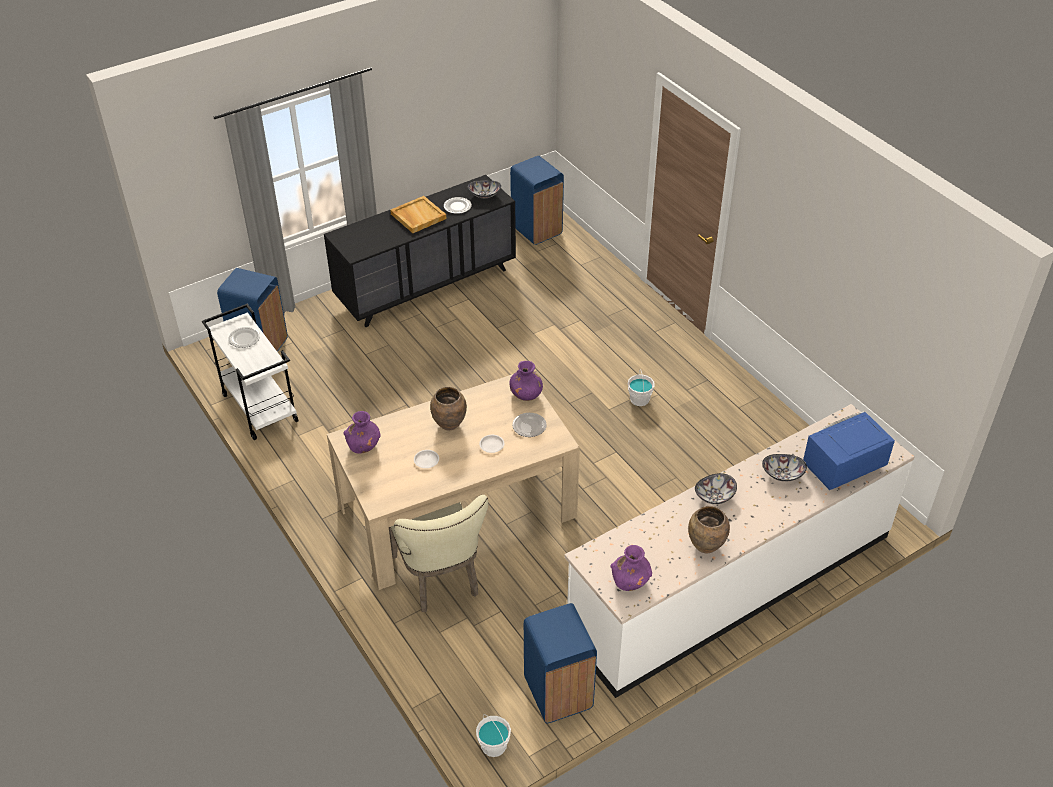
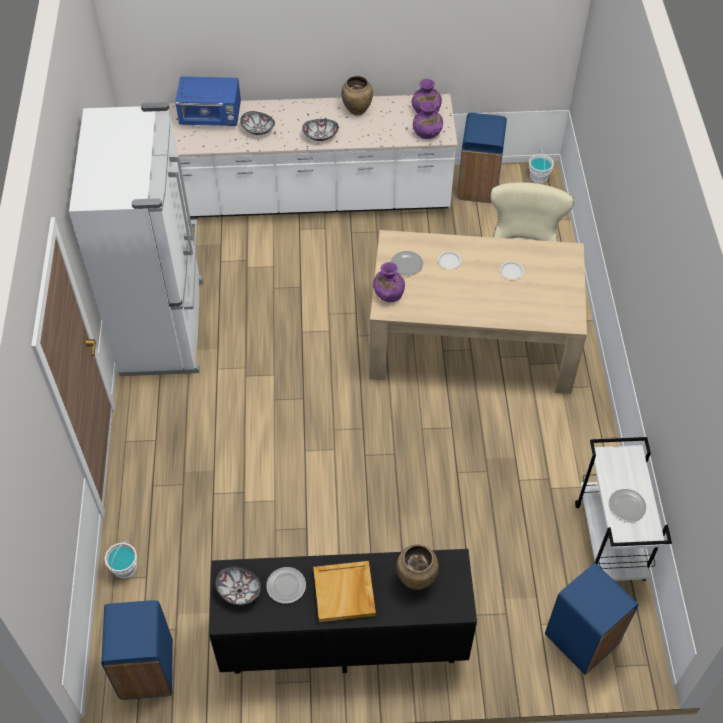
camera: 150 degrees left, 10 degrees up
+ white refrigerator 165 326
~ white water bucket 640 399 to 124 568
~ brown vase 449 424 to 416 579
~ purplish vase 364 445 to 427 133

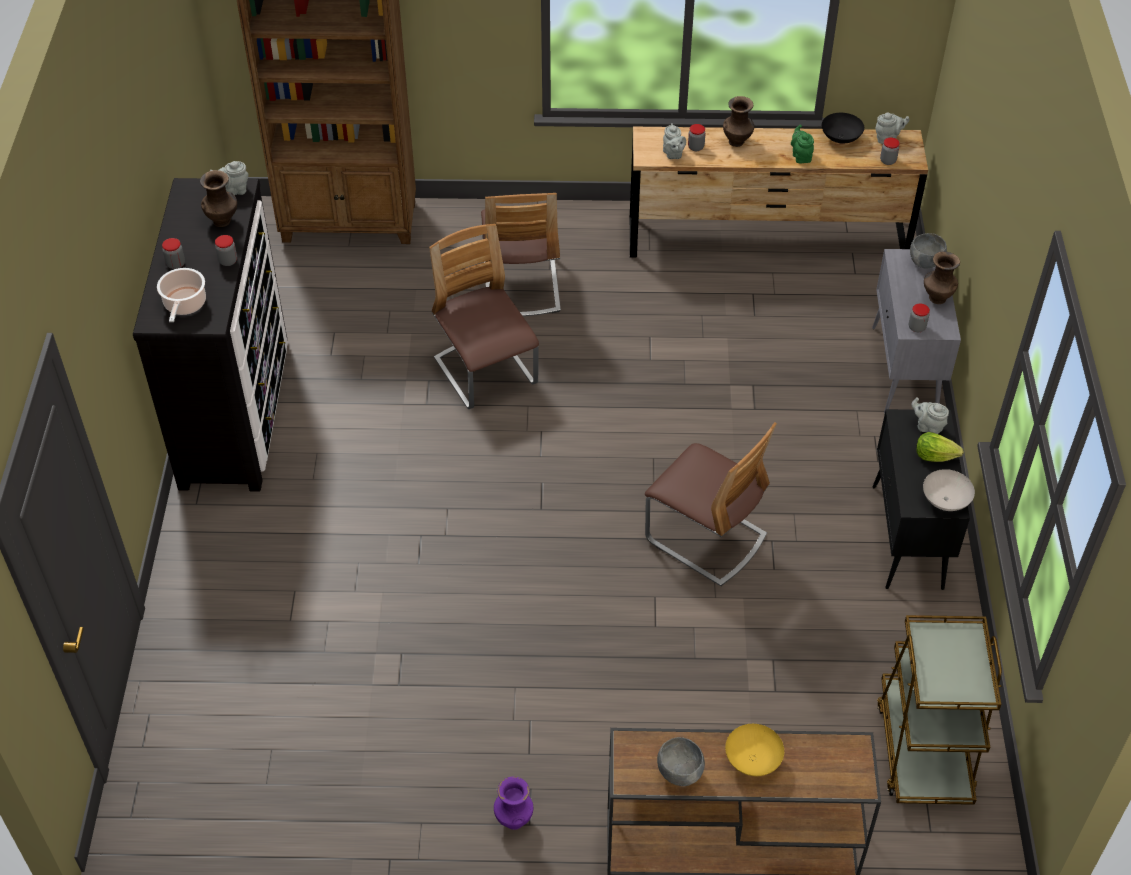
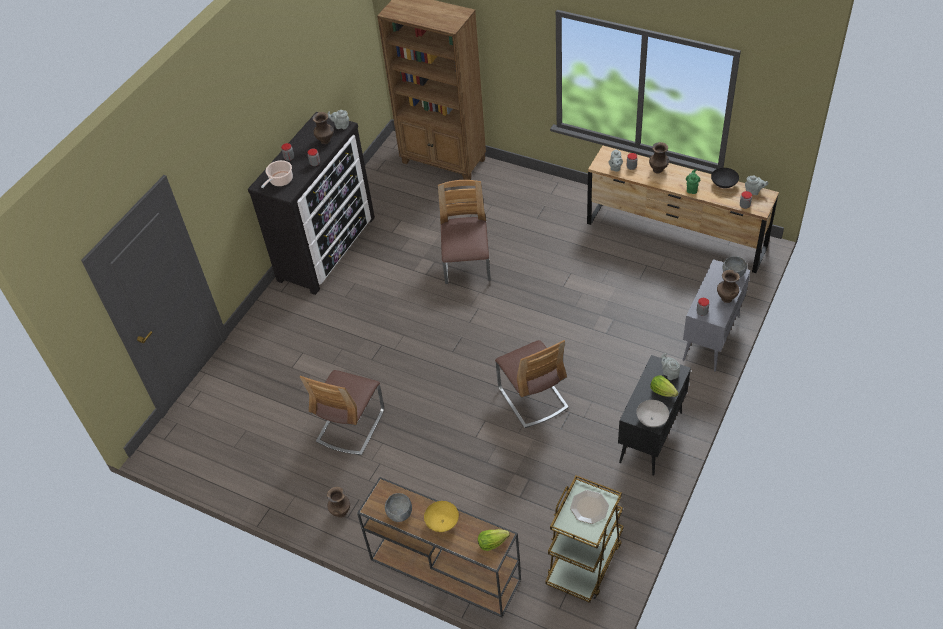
camera: 30 degrees right, 0 degrees up
~ plain chair 521 285 to 350 426
~ purplish vase 513 819 to brown vase 341 512
+ lettuce head 492 543
+ flat dish 589 507

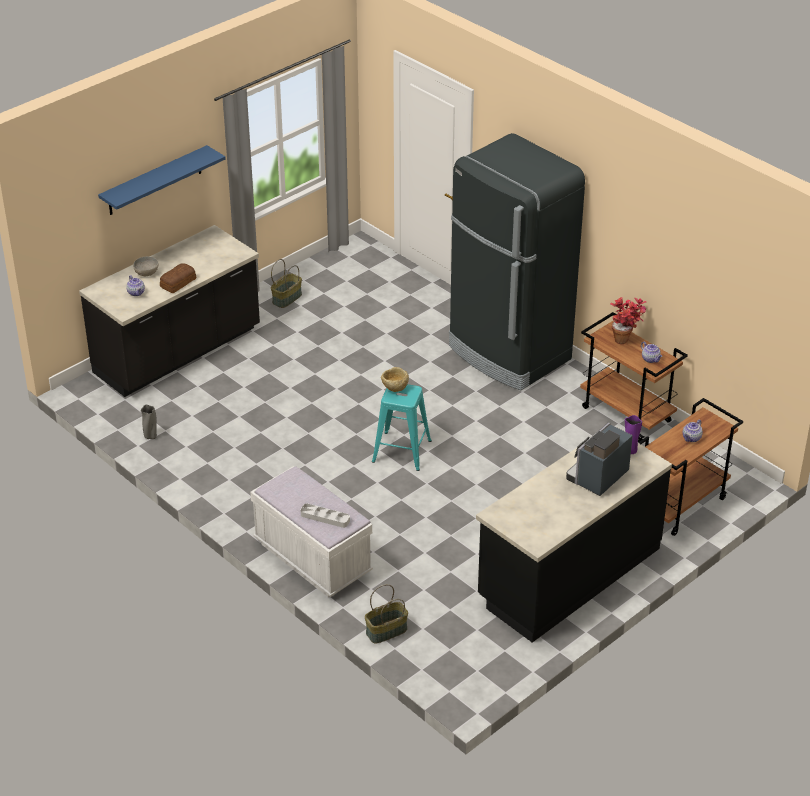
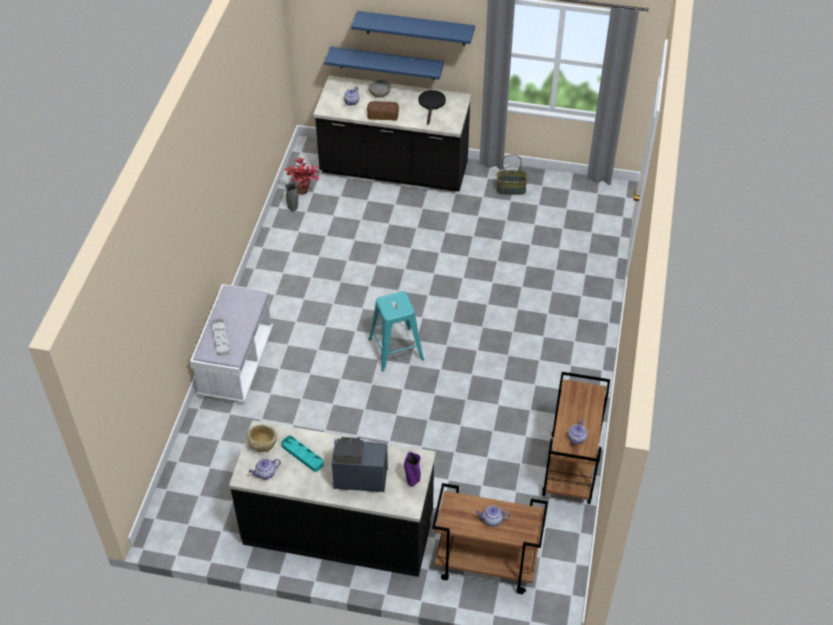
camera: 55 degrees right, 10 degrees up
~ beige-coloured deep dish 394 388 to 263 445
+ tea pot 265 473
+ turquoise-coloured carrying tray 302 455
~ plant in a pot 626 340 to 305 193
+ blue-coloured wall shelf 387 63
+ black skillet 431 104
- basket 386 632
- black refrigerator 508 354

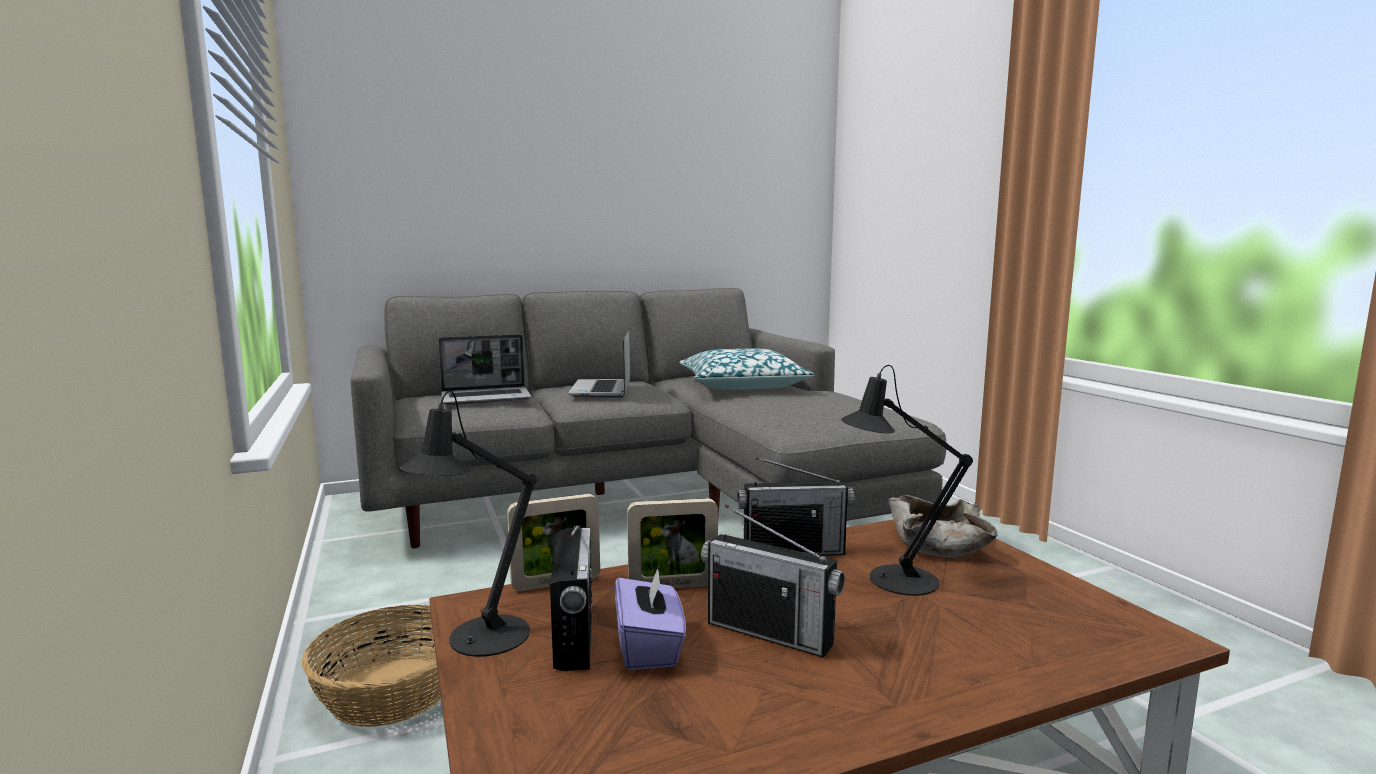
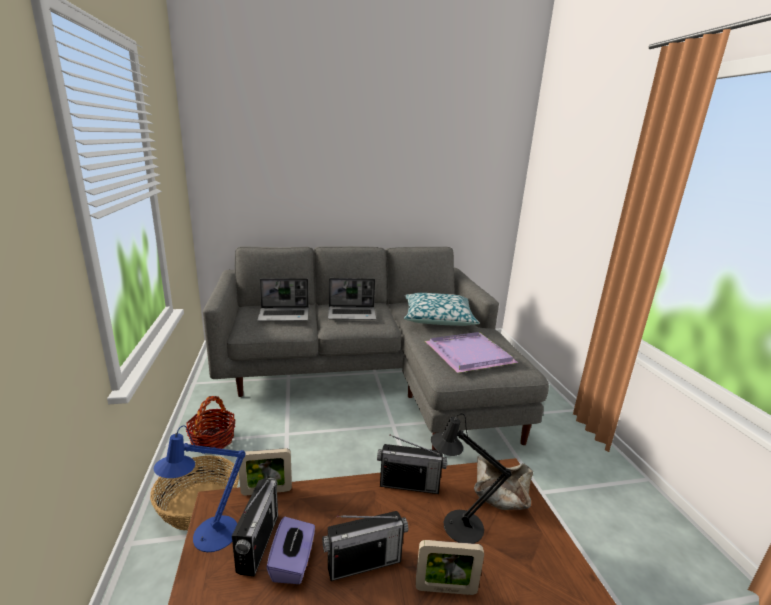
camera: 10 degrees right, 10 degrees up
~ black tabletop lamp 480 640 to blue-coloured tabletop lamp 209 537
+ basket 212 440
~ radio receiver 770 633 = 364 563 60 degrees counterclockwise
~ portable computer 602 390 = 352 314 105 degrees counterclockwise
~ standing frame 673 586 to 445 589
+ purplish carrying tray 467 354

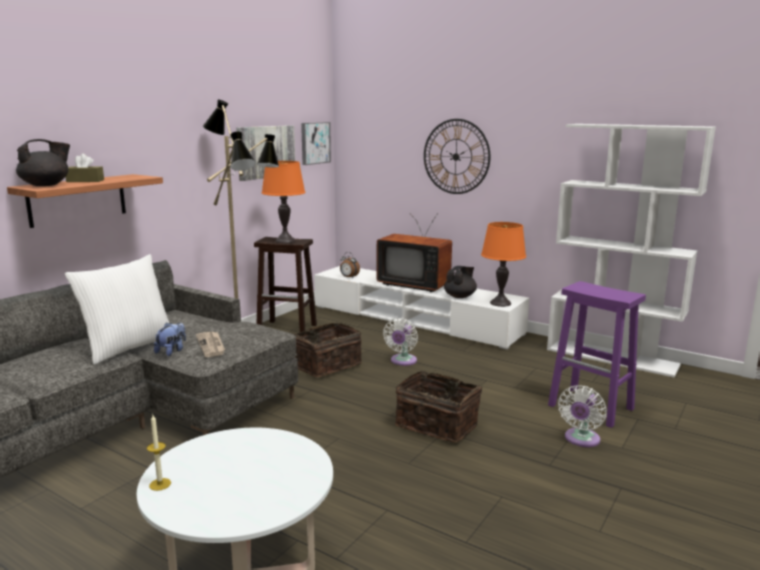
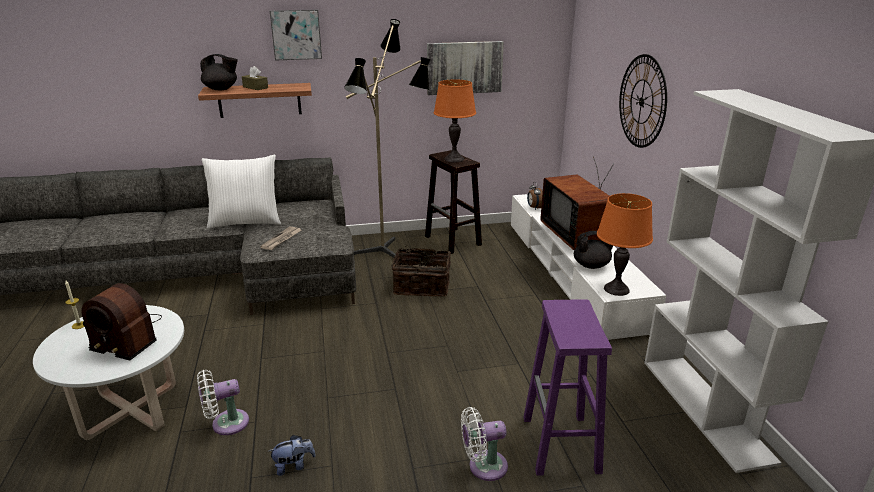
camera: 45 degrees right, 10 degrees up
+ radio receiver 126 337
~ white electric fan 402 361 to 226 423
~ plush toy 172 351 to 293 466
~ wall picture 314 143 to 296 34
- basket 437 425

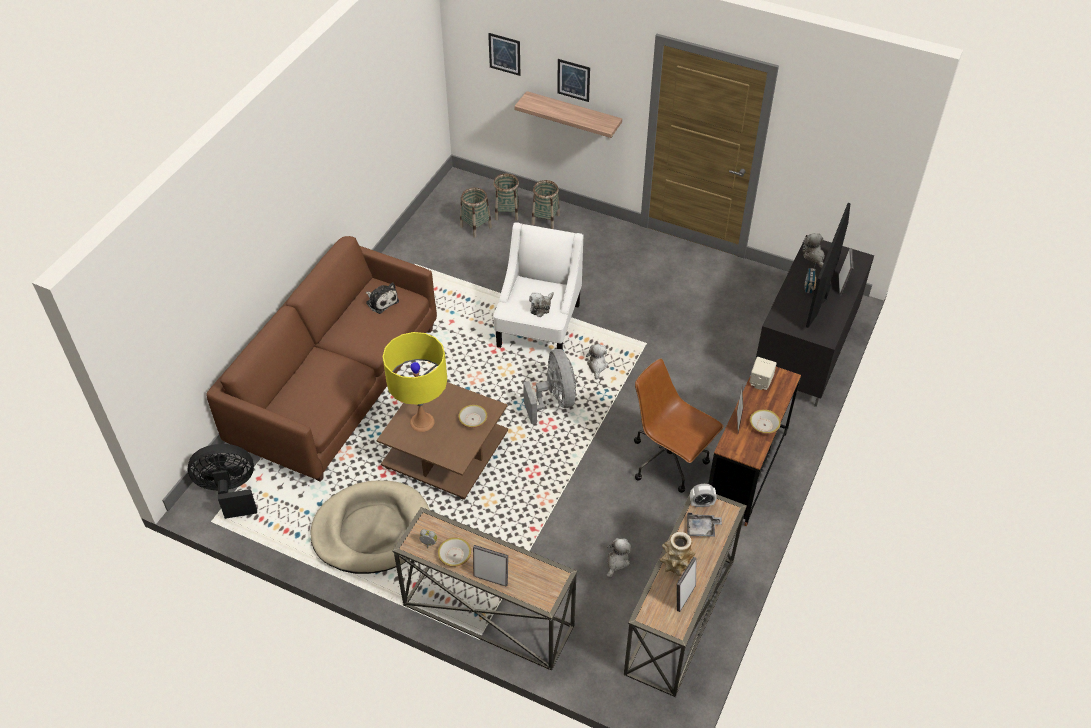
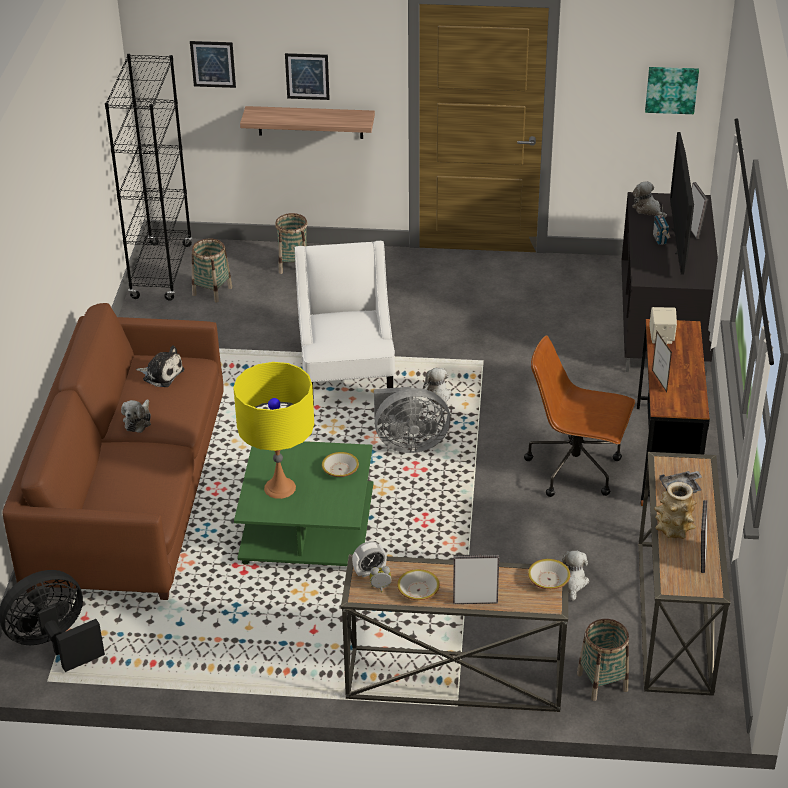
camera: 20 degrees left, 10 degrees down
+ black shelving unit 161 271
~ plush toy 541 307 to 138 421
~ brown lounge table 445 451 to greenish lounge table 306 527
~ bedside clock 701 503 to 369 571
~ greyish electric fan 554 400 = 408 443 120 degrees clockwise
~ deep dish 764 425 to 549 580
~ basket 506 212 to 602 682
+ wall picture 671 89
- beige-coloured pet bed 372 530

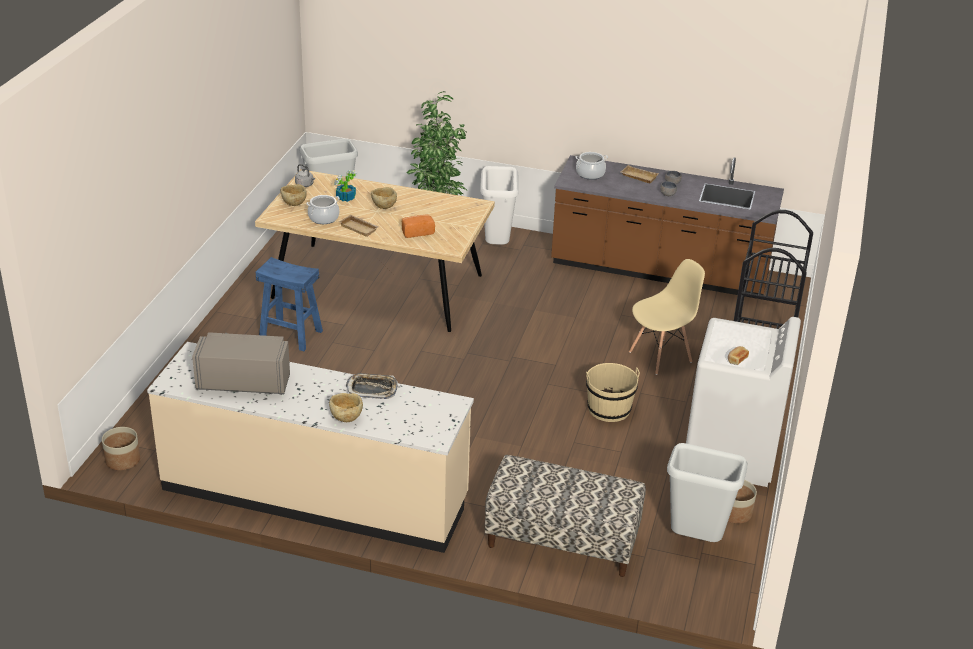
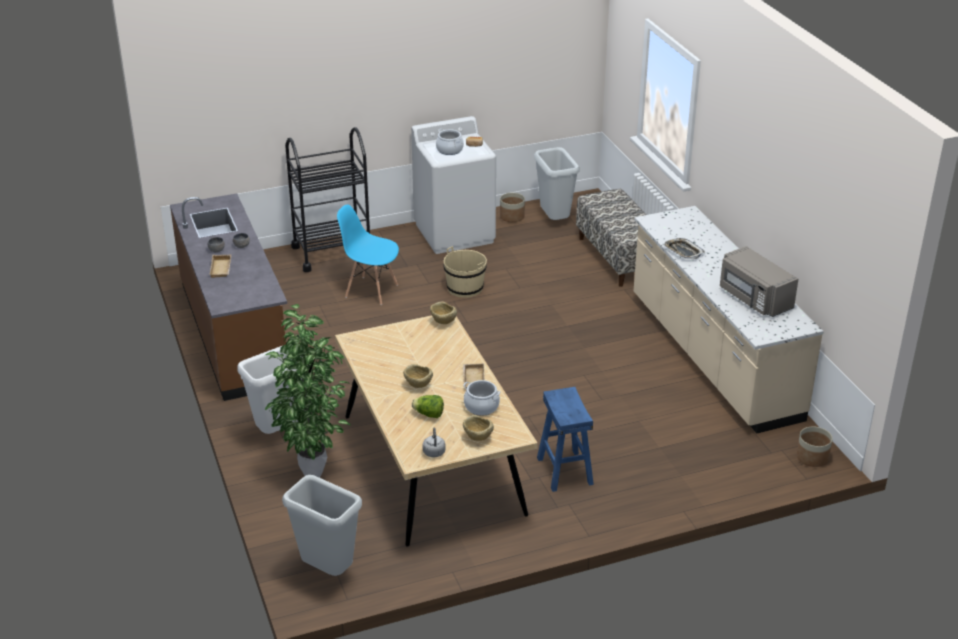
camera: 125 degrees left, 0 degrees up
~ beige-coloured plain chair 661 357 to blue-coloured plain chair 371 290
~ plant in a pot 345 198 to lettuce head 429 414
~ beige-coloured deep dish 346 417 to 443 322
~ stockpot 590 174 to 449 150
- bakery bread 417 232

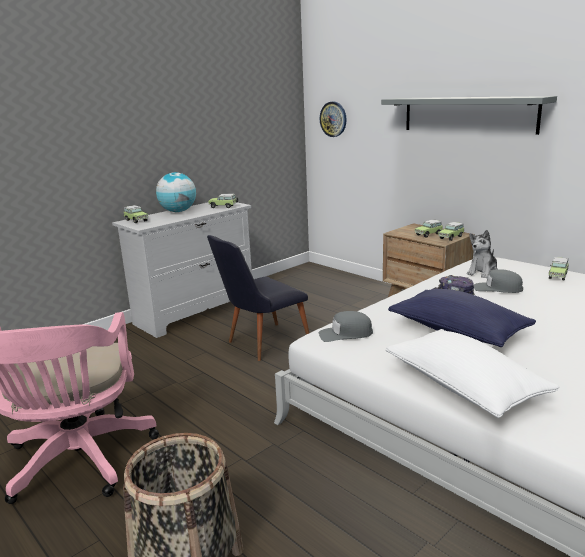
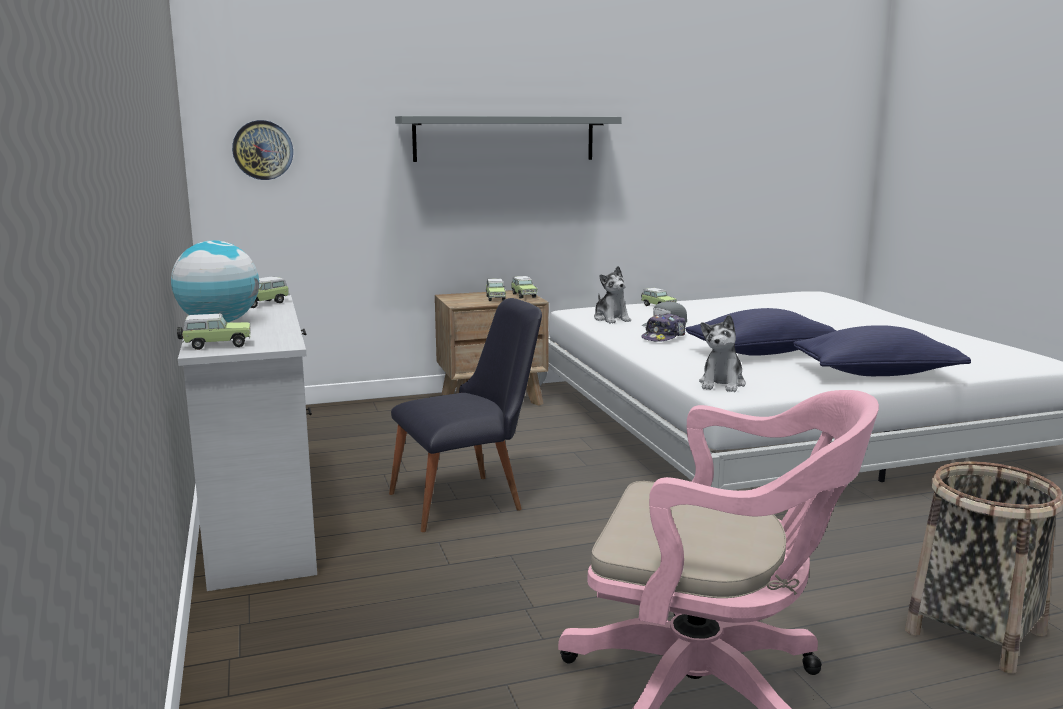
camera: 65 degrees left, 5 degrees down
~ black plain chair 261 344 = 468 500 105 degrees counterclockwise
~ greyish baseball cap 345 334 to plush toy 722 384
~ white cushion 464 387 to blue-coloured cushion 876 373

